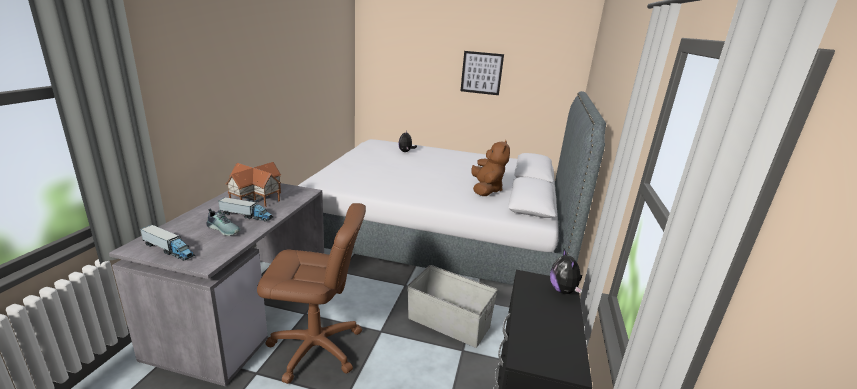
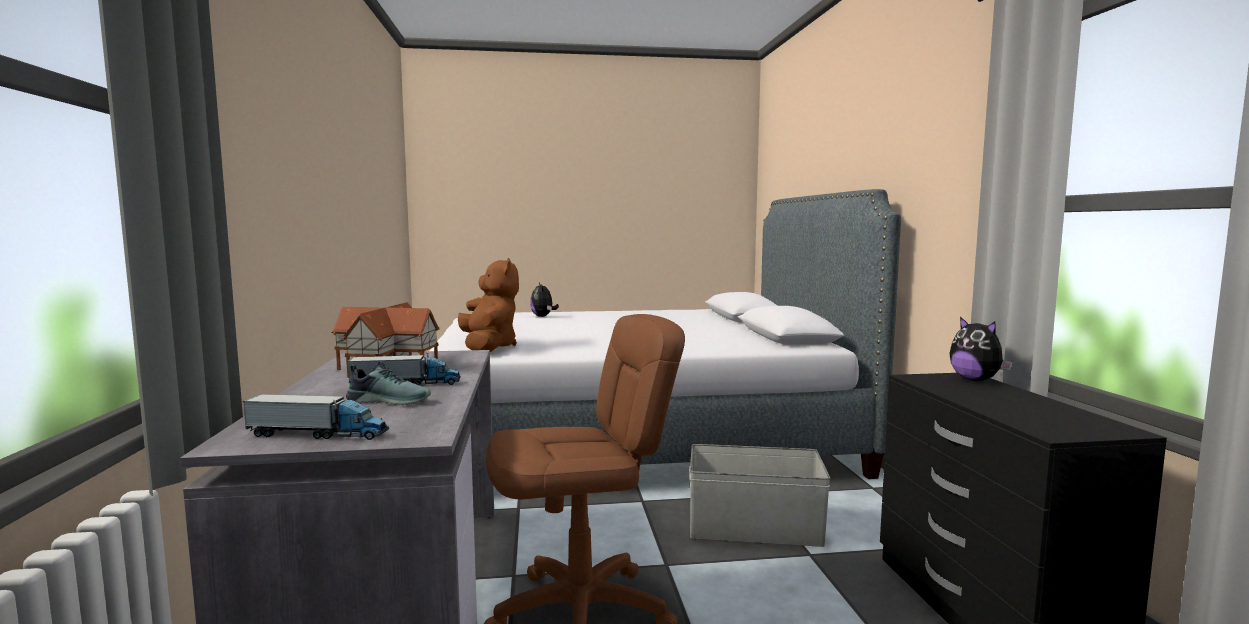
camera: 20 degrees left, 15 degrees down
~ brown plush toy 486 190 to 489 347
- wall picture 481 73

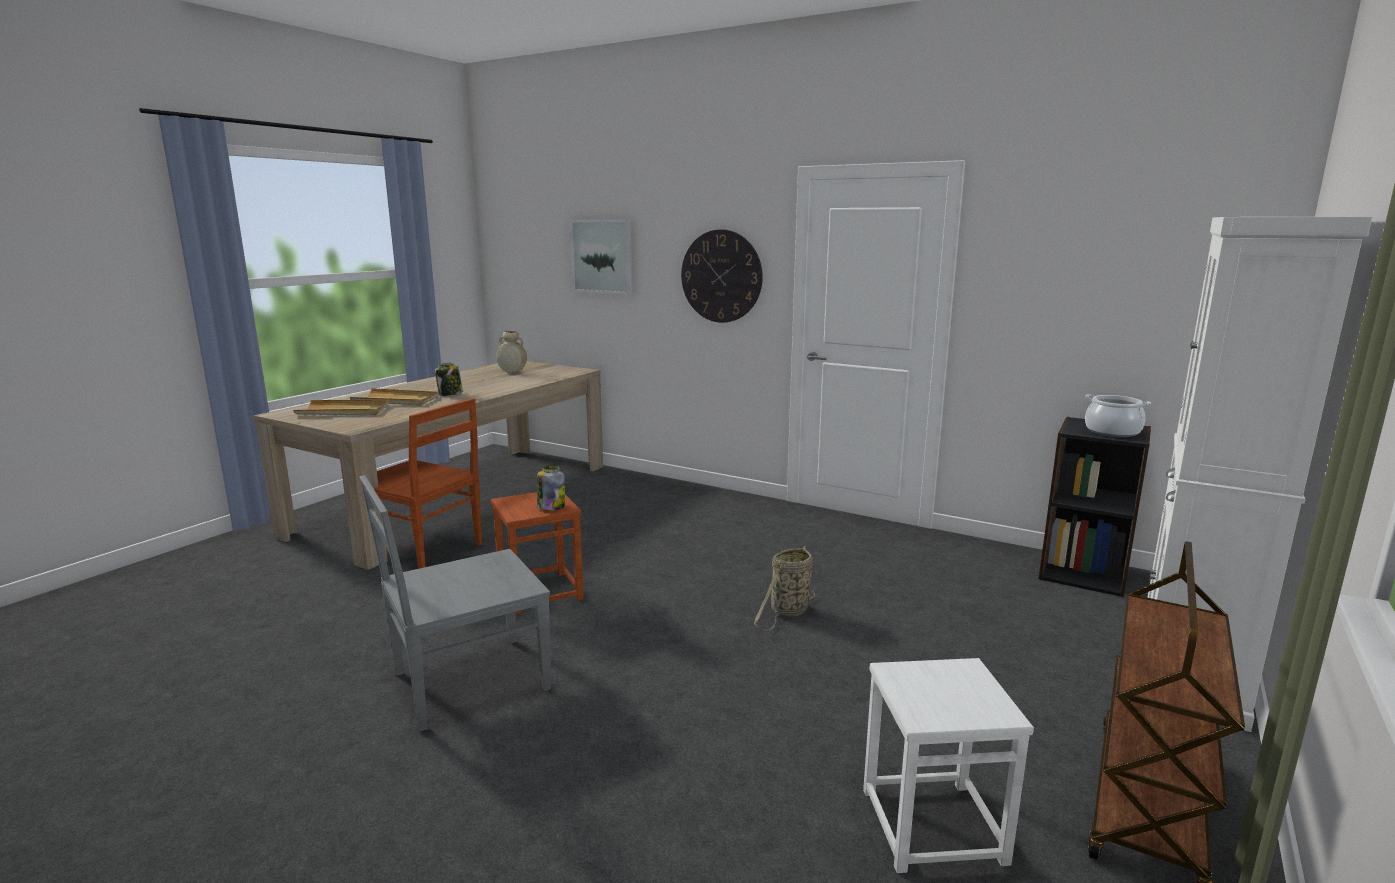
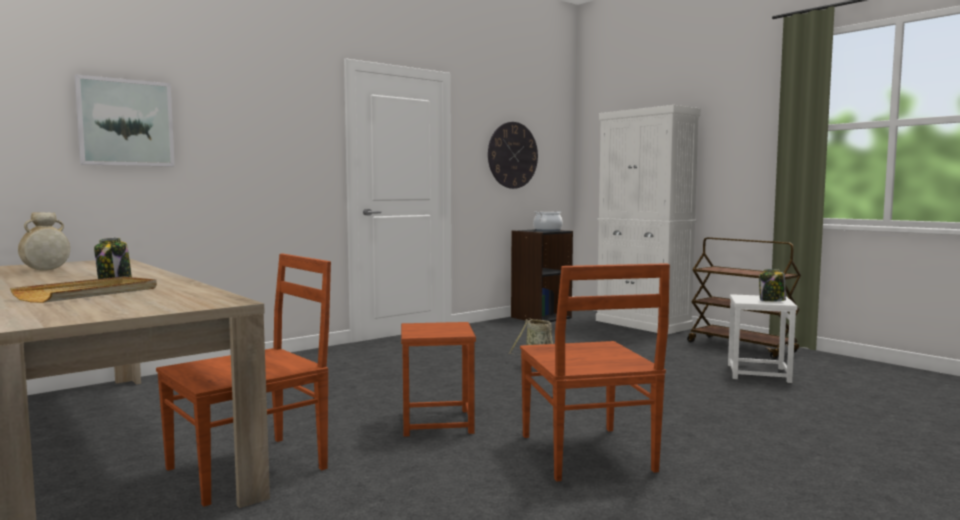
camera: 70 degrees left, 10 degrees down
~ hanging clock 721 276 to 512 155
~ greyish plain chair 467 682 to brown plain chair 587 454
~ storage jar 551 506 to 771 301
- beige-coloured carrying tray 344 411

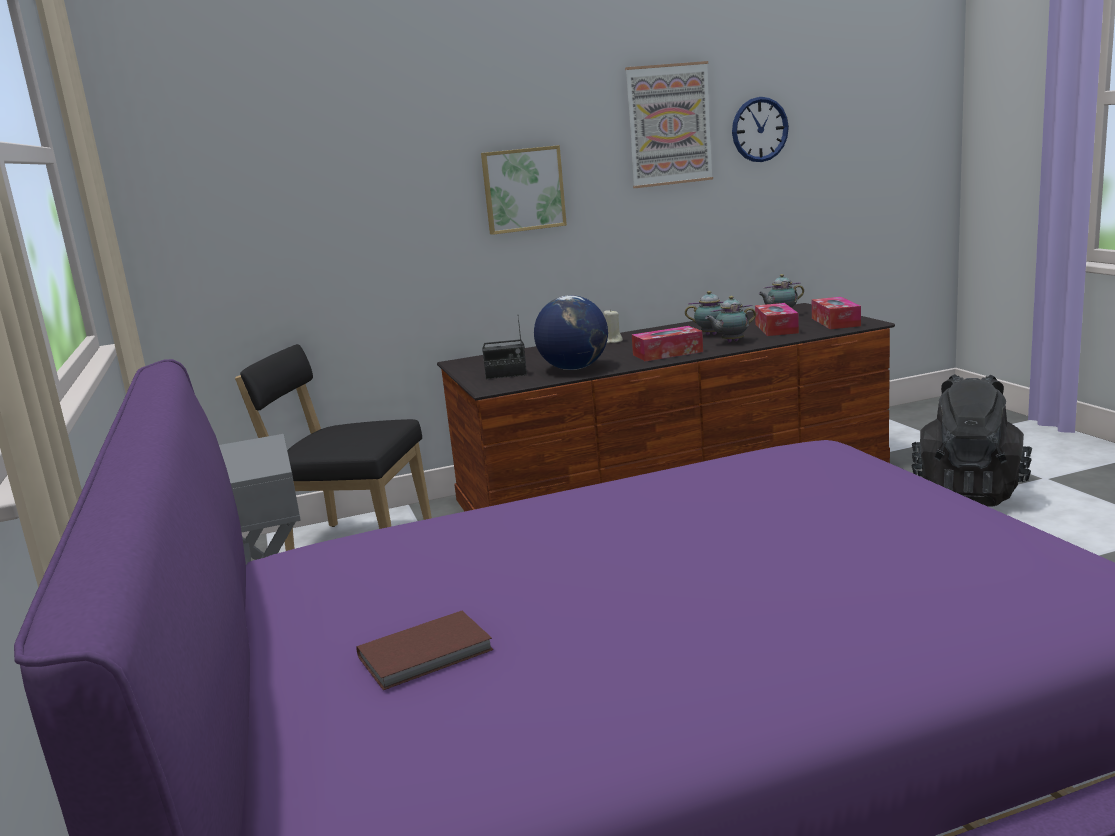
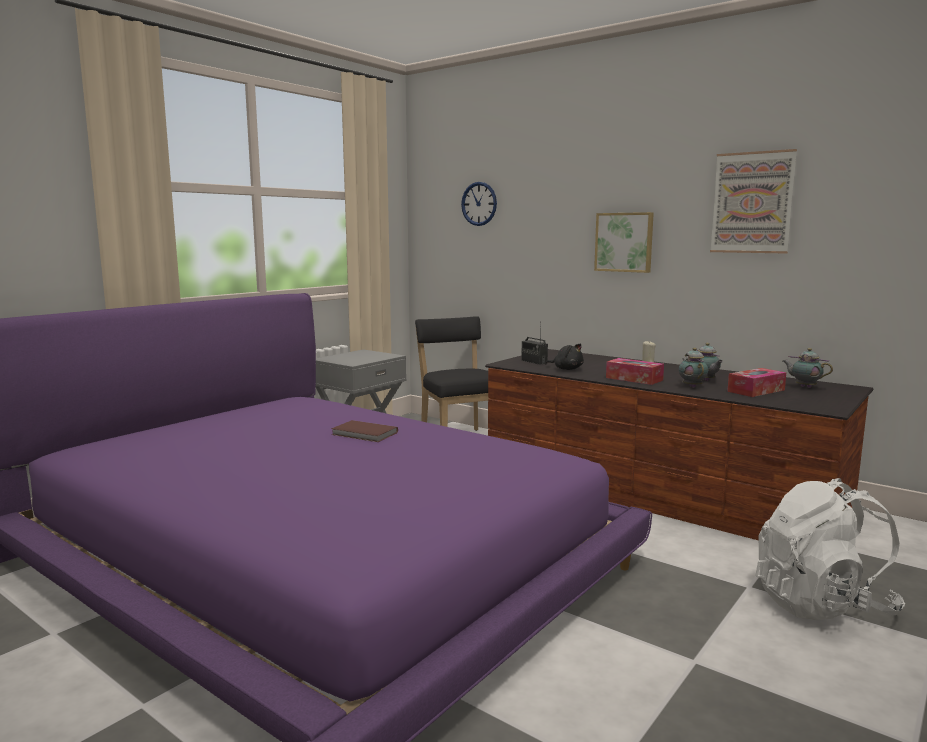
camera: 55 degrees right, 5 degrees down
~ brown bound book 428 654 to 364 434
~ hanging clock 759 129 to 479 204
~ desk globe 574 368 to black plush toy 566 369
~ tea pot 731 342 = 691 386 45 degrees clockwise
~ black knapsack 969 493 to white knapsack 821 604
- tissue box 835 322

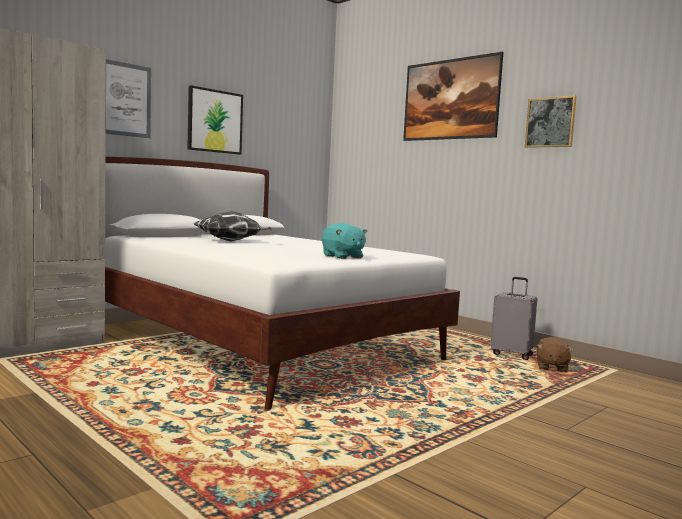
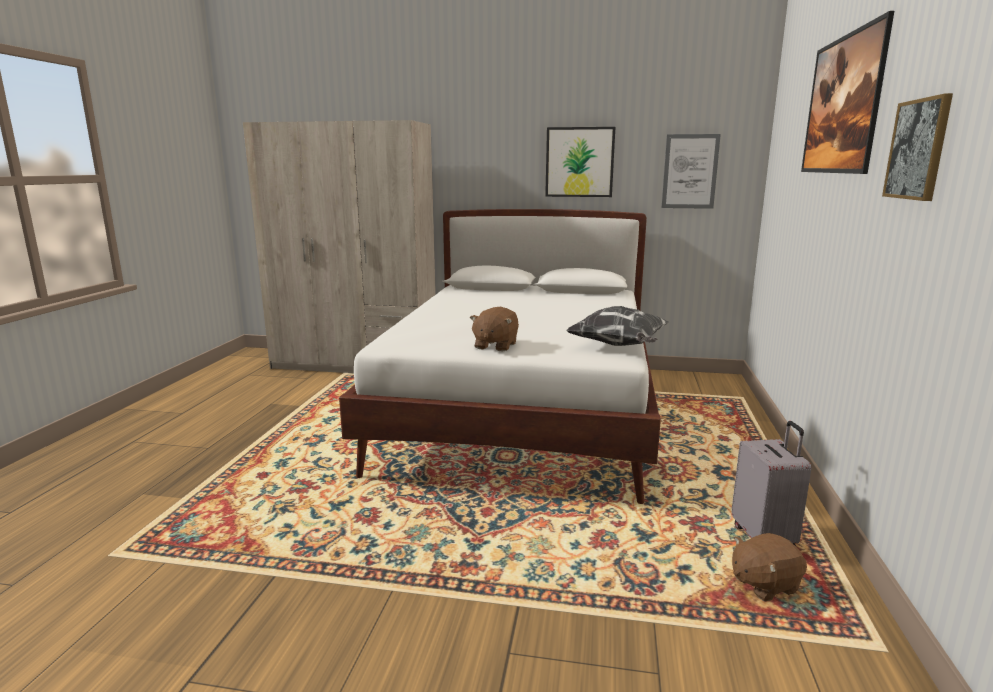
camera: 55 degrees right, 10 degrees up
~ turquoise-coloured plush toy 342 256 to brown plush toy 495 346
~ cushion 231 241 to 619 346
~ wall picture 126 99 to 690 171

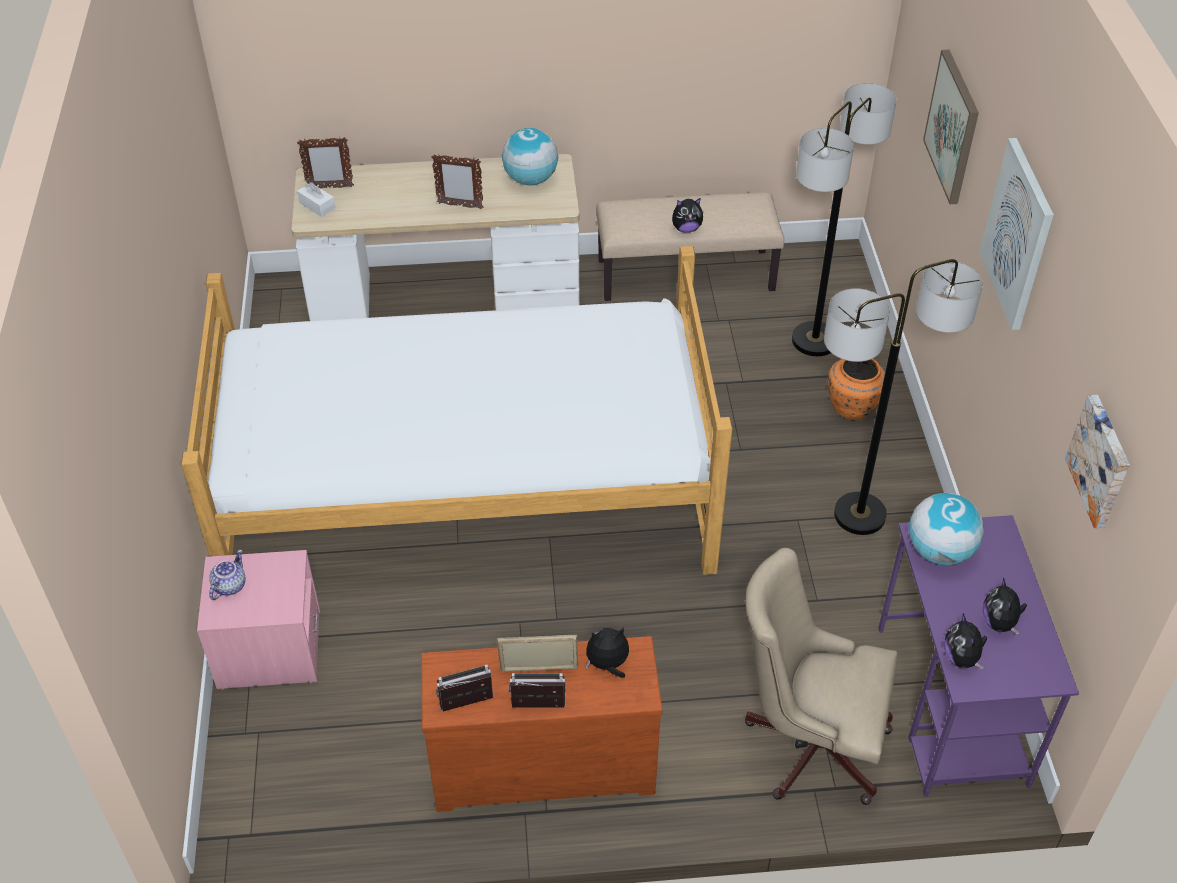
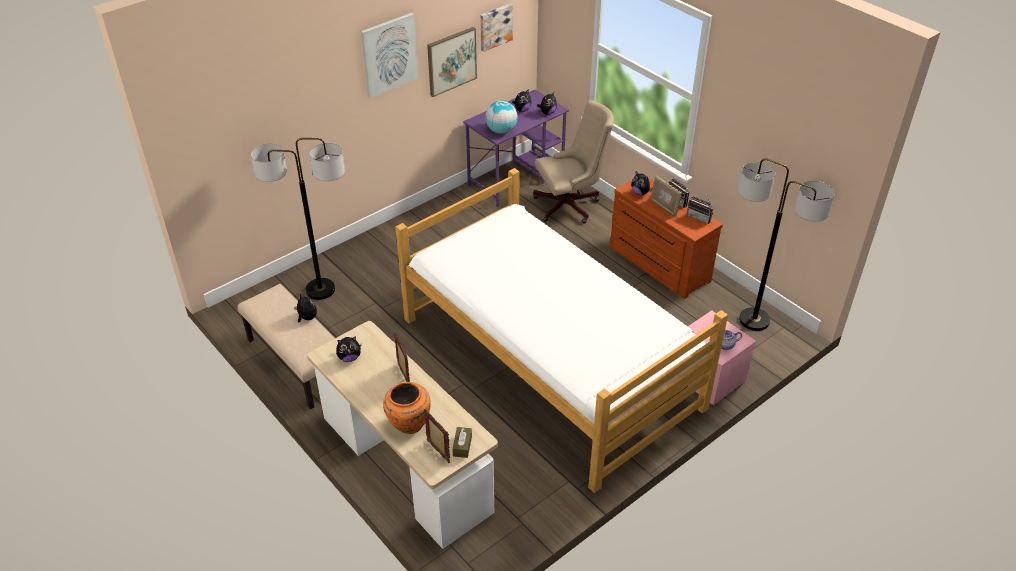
camera: 125 degrees left, 5 degrees down
~ desk globe 531 179 to plush toy 349 358
~ orange vase 853 407 to 408 423
~ wall picture 953 126 to 451 61
~ white tissue box 317 205 to brown tissue box 462 446
~ beige-coloured office chair 807 742 = 571 205 90 degrees counterclockwise
~ standard lamp 859 515 to 754 320

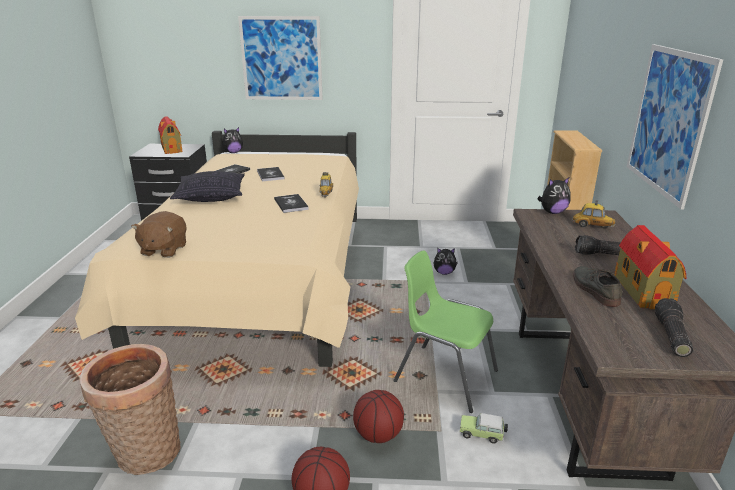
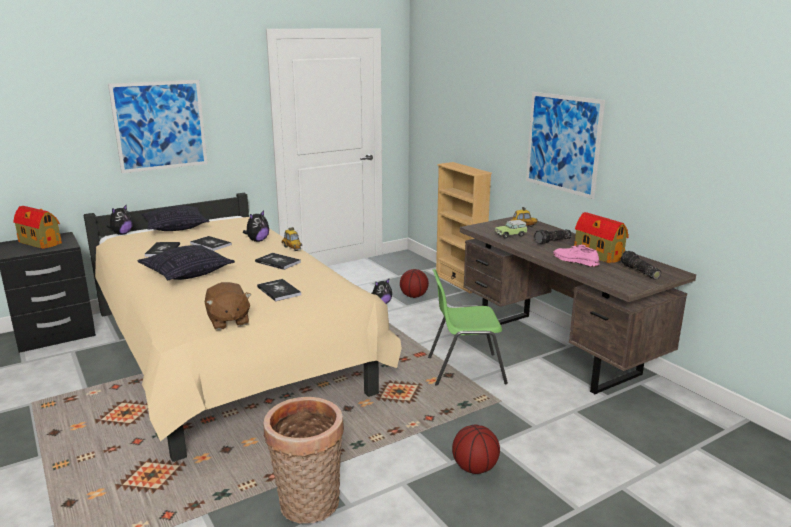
camera: 35 degrees left, 5 degrees down
+ cushion 175 227
~ plush toy 552 212 to 257 240
+ bound book 279 291
~ ball for basketball 378 435 to 414 296
~ toy car 482 434 to 511 235
~ greyish low shoe 594 289 to pinkish low shoe 575 260

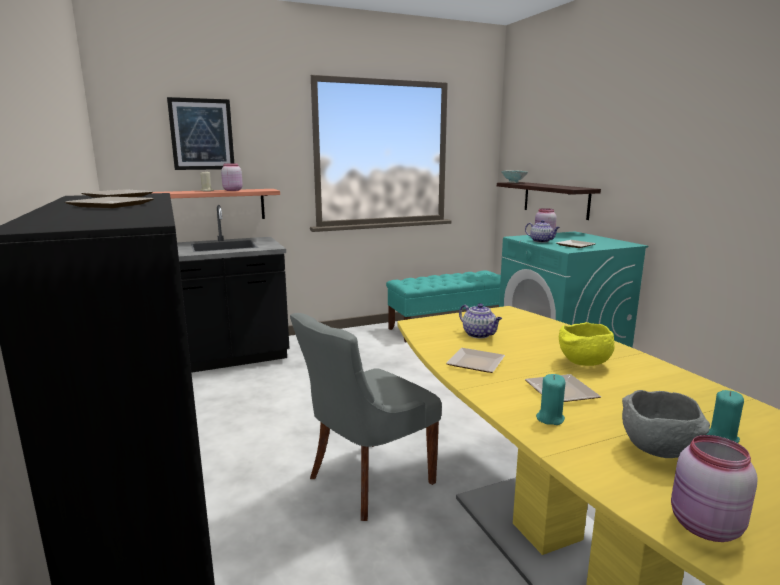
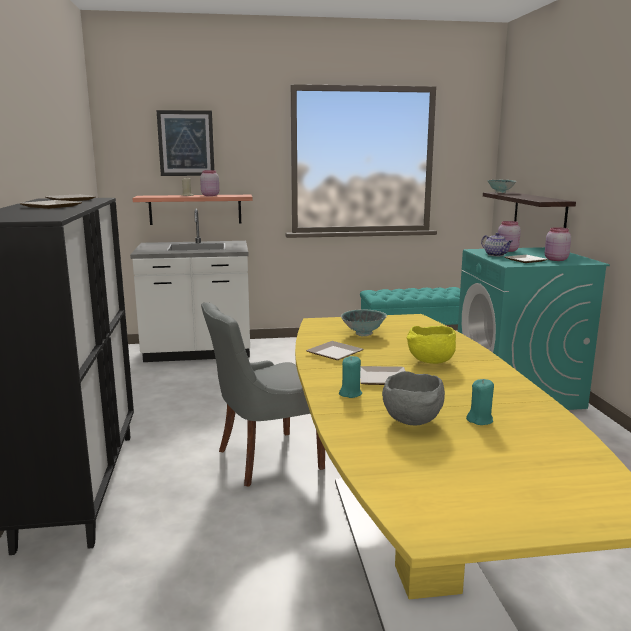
camera: 15 degrees right, 0 degrees up
~ black kitchen counter 228 358 to white kitchen counter 198 353
~ tea pot 479 335 to deep dish 363 334
~ pinkish storage jar 704 527 to 555 259

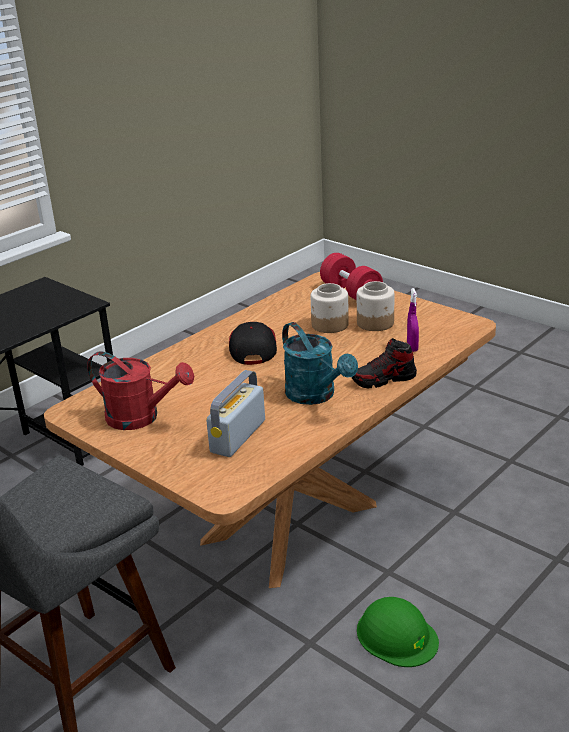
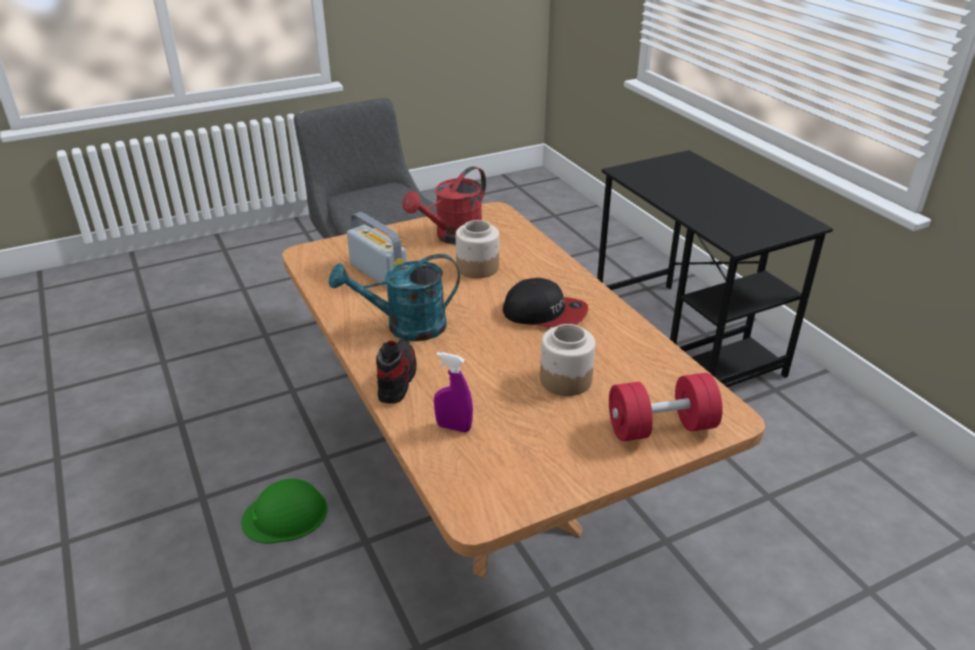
camera: 110 degrees right, 5 degrees up
~ storage jar 375 323 to 477 268

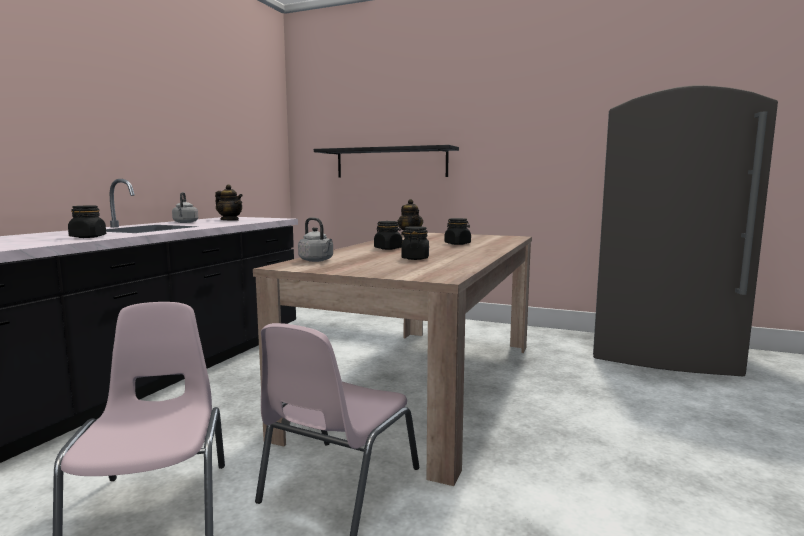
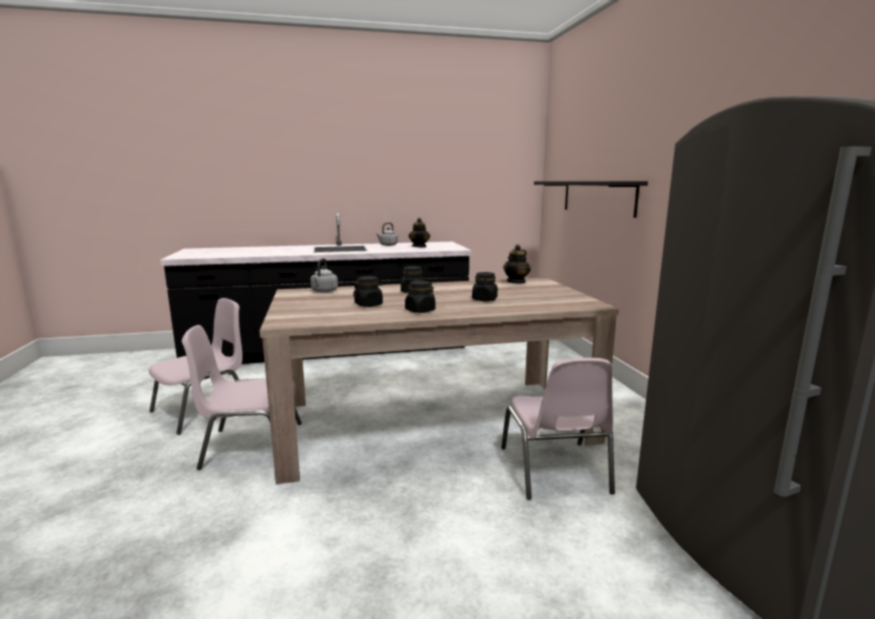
camera: 55 degrees right, 5 degrees up
~ black storage jar 88 237 to 420 311
+ pinkish plain chair 555 470

